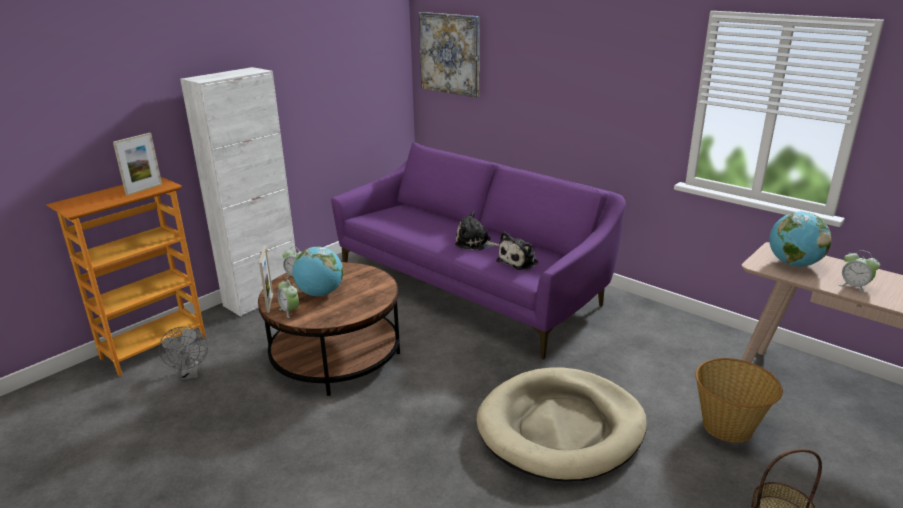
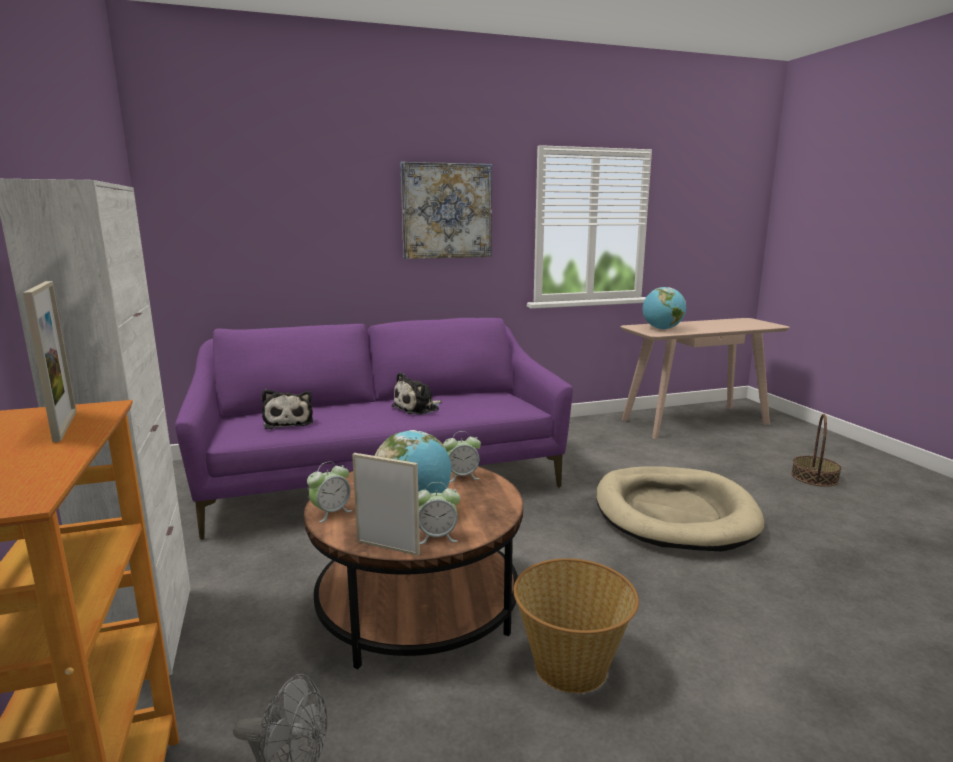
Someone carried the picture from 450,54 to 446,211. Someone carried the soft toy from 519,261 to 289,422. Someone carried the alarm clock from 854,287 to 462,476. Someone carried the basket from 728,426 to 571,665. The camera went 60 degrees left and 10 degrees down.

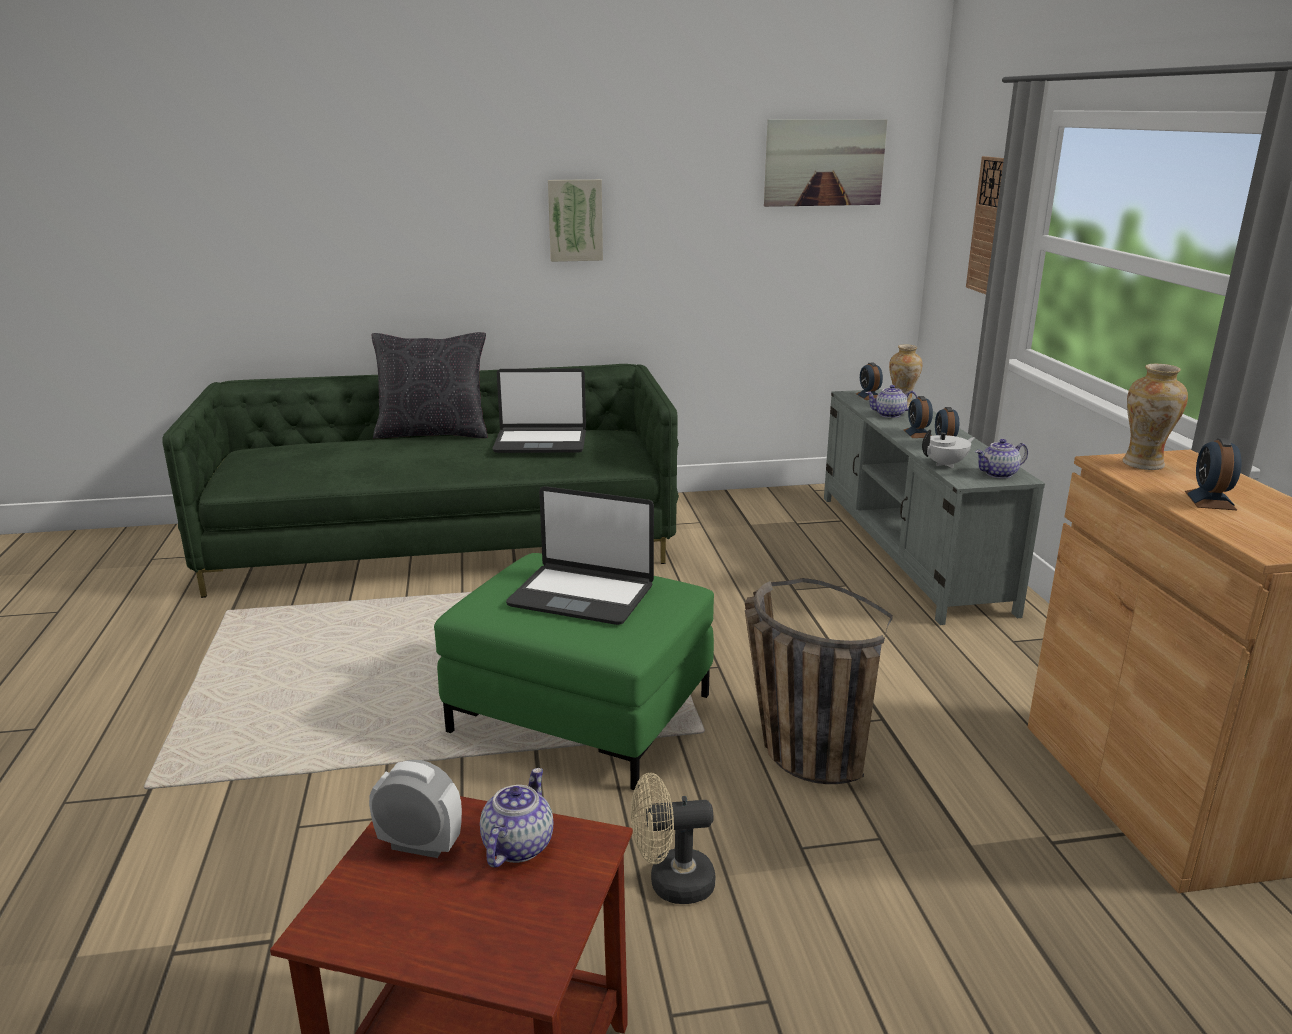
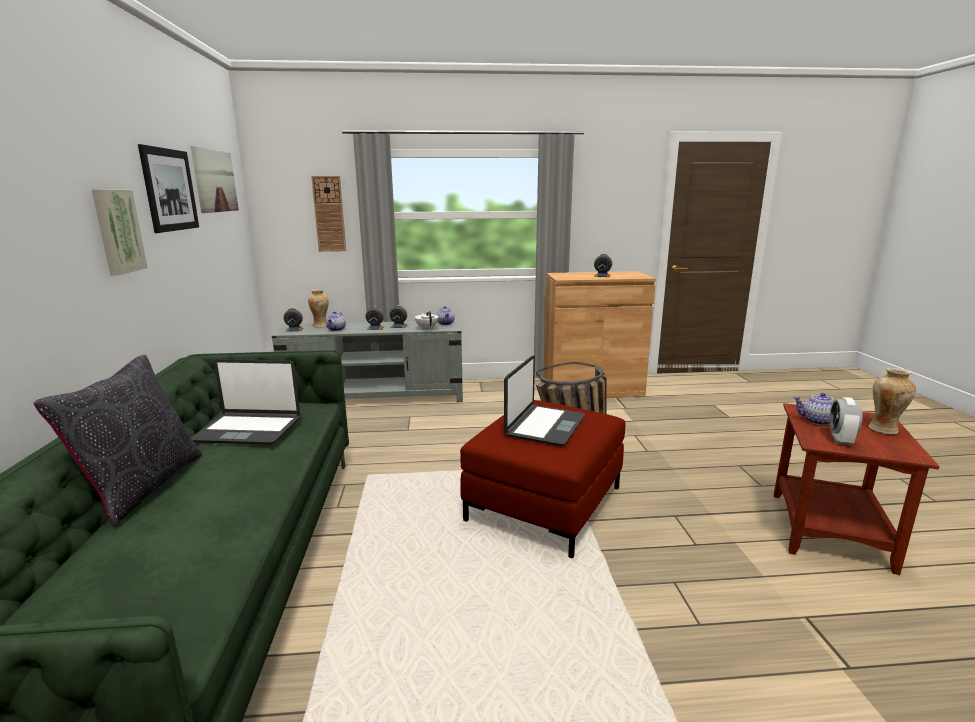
Someone carried the vase from 1143,464 to 884,430. Someone rotated the laptop at 540,442 by 90 degrees clockwise. Someone repainted the greenish ottoman at 583,713, which became the reddish ottoman at 544,503. Someone took away the sand-coloured cooling fan at 671,883. Someone put up the picture at 170,190. The camera went 85 degrees left and 5 degrees down.

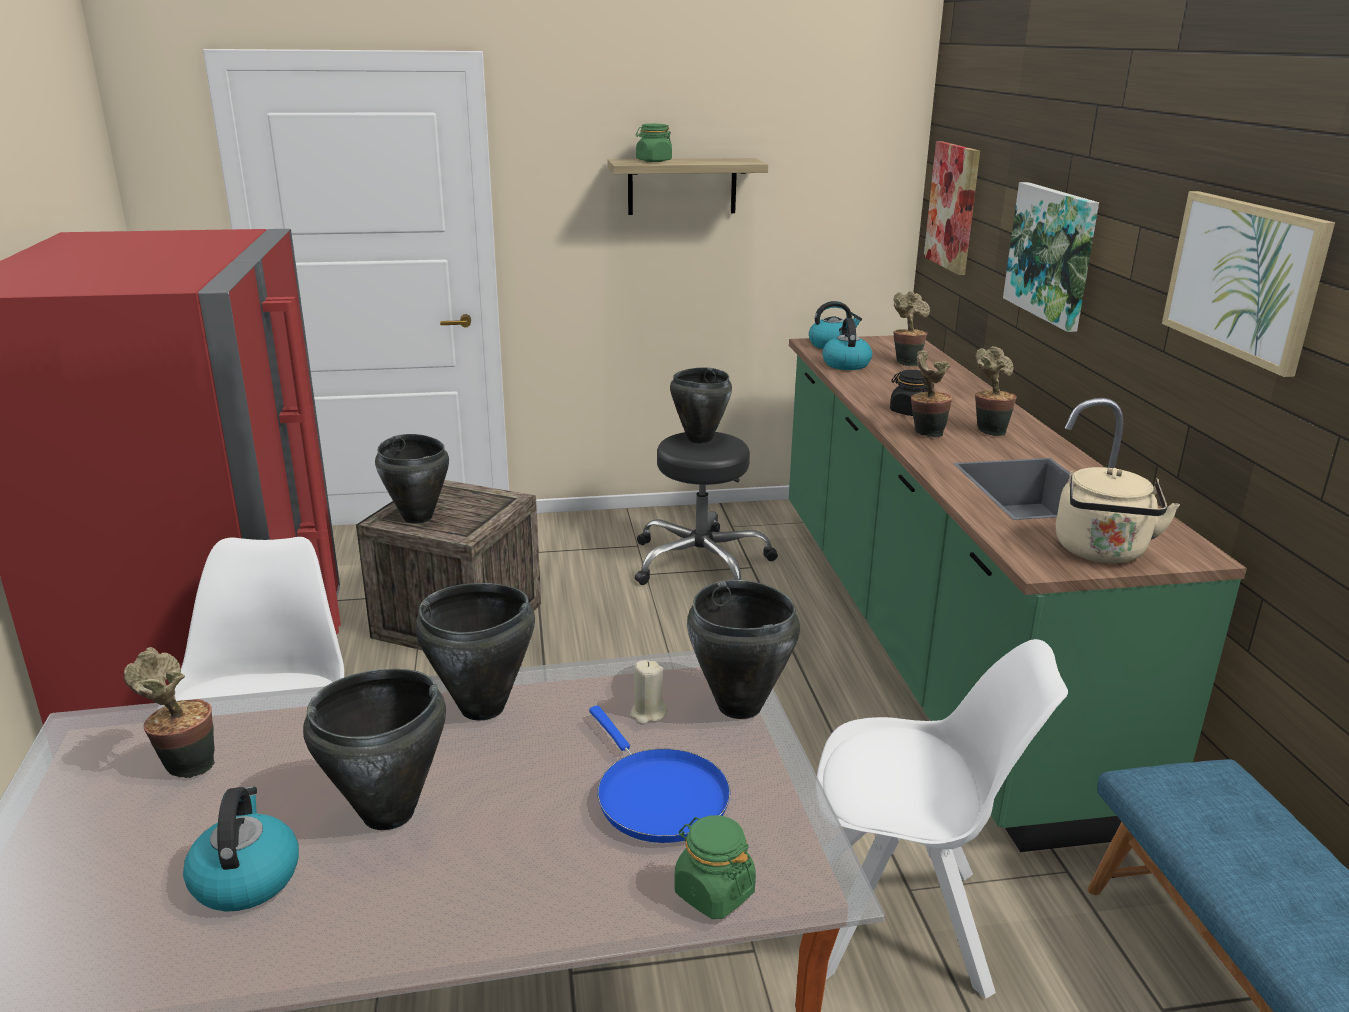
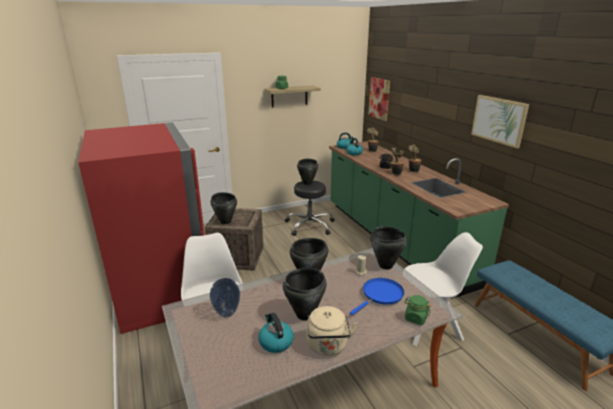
Someone took away the picture at 1052,254. Someone carried the sand-coloured water kettle from 1101,552 to 327,346. Someone swapped the houseplant at 185,766 for the vase at 226,313. Someone rotated the blue frying pan at 657,796 by 90 degrees counterclockwise. The camera went 15 degrees left and 0 degrees up.

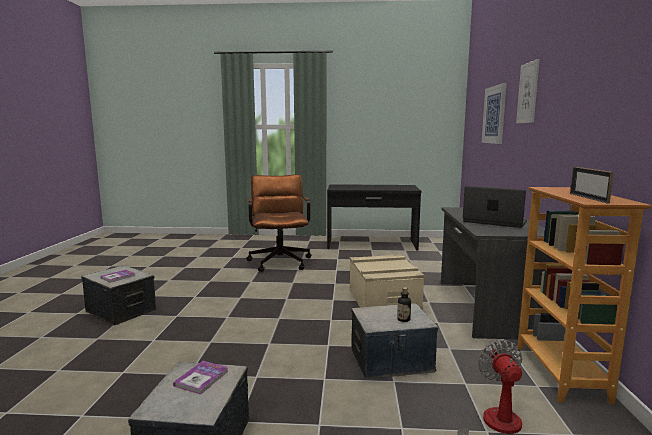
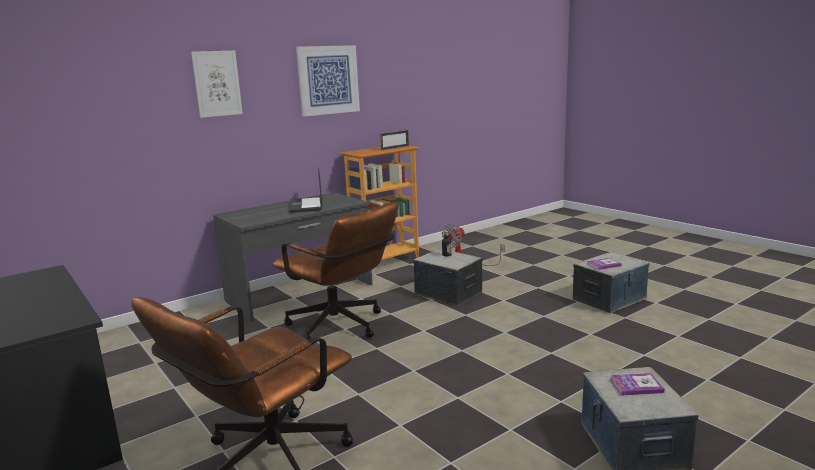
Someone carried the picture from 494,115 to 328,80. Someone swapped the sand-coloured storage box at 383,300 for the brownish office chair at 341,328. The camera went 130 degrees left and 5 degrees up.

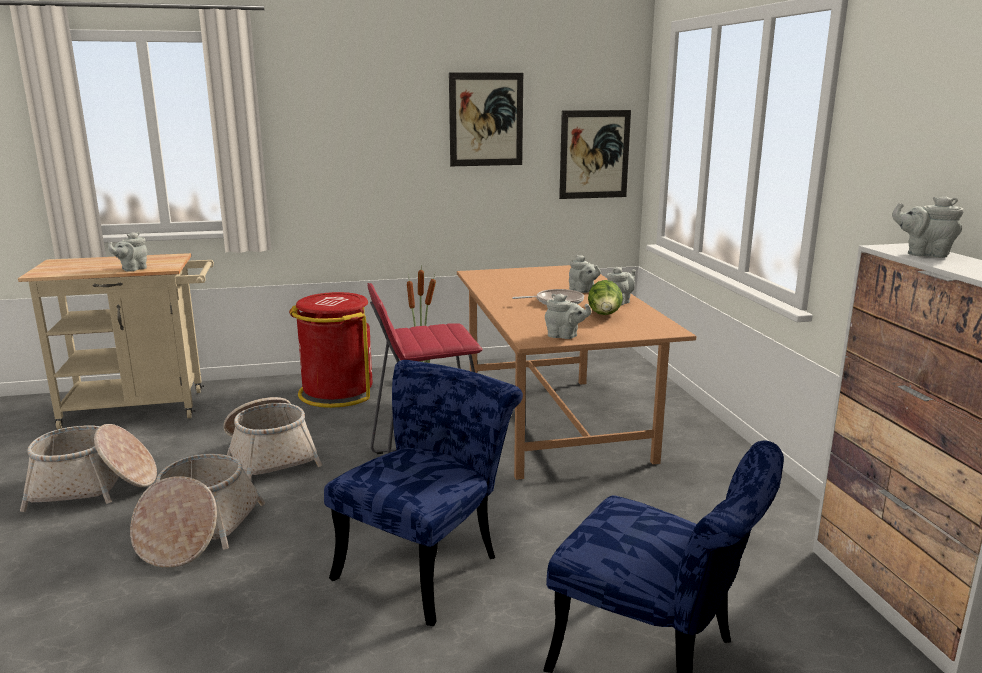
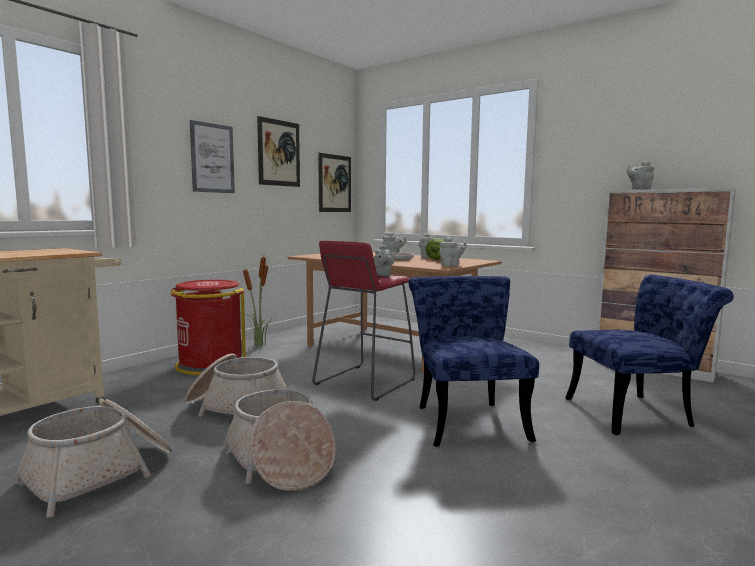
Someone carried the greyish tea pot from 132,269 to 382,275. Someone put up the picture at 212,158. The camera went 40 degrees left and 10 degrees down.

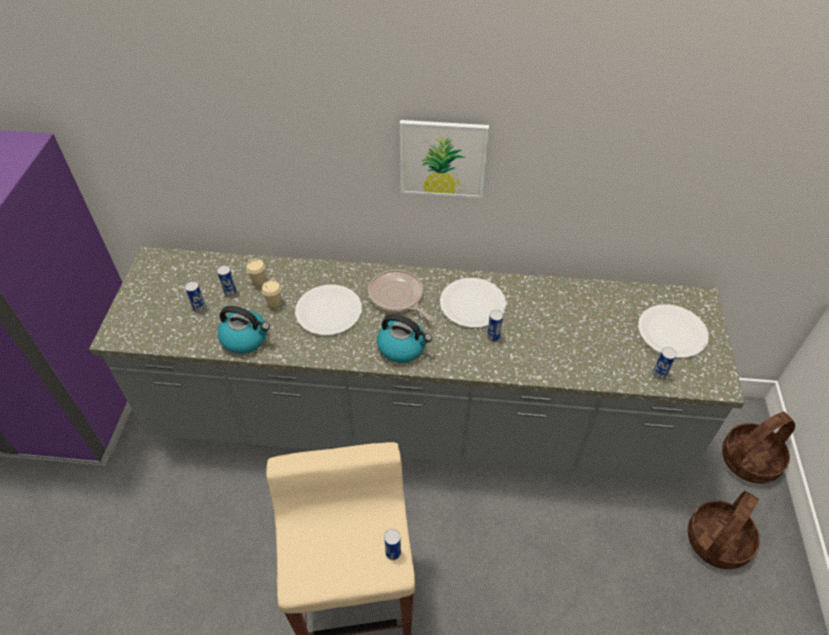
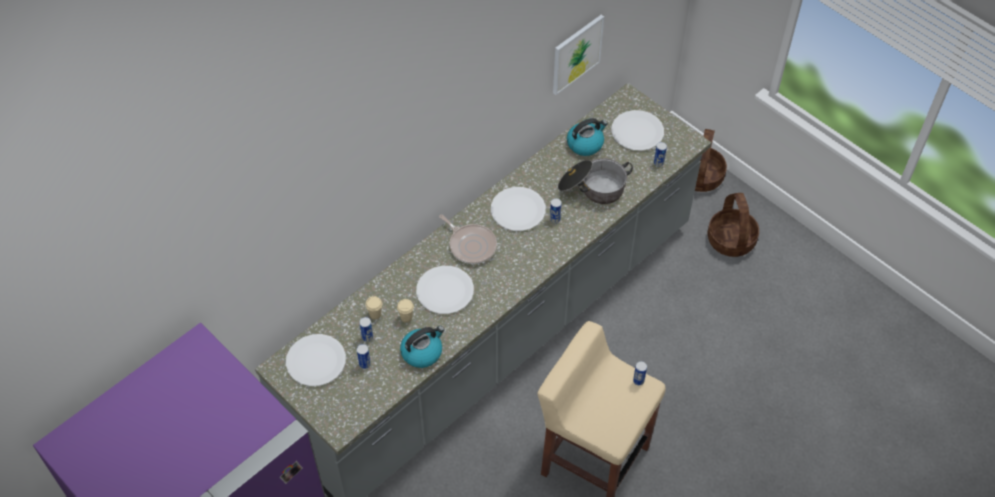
Someone carried the picture from 443,158 to 576,54. Someone rotated the frying pan at 397,297 by 135 degrees counterclockwise. Someone carried the water kettle from 402,347 to 585,144. Someone put down the stockpot at 592,188. Someone put down the white plate at 316,361. The camera went 50 degrees left and 5 degrees up.

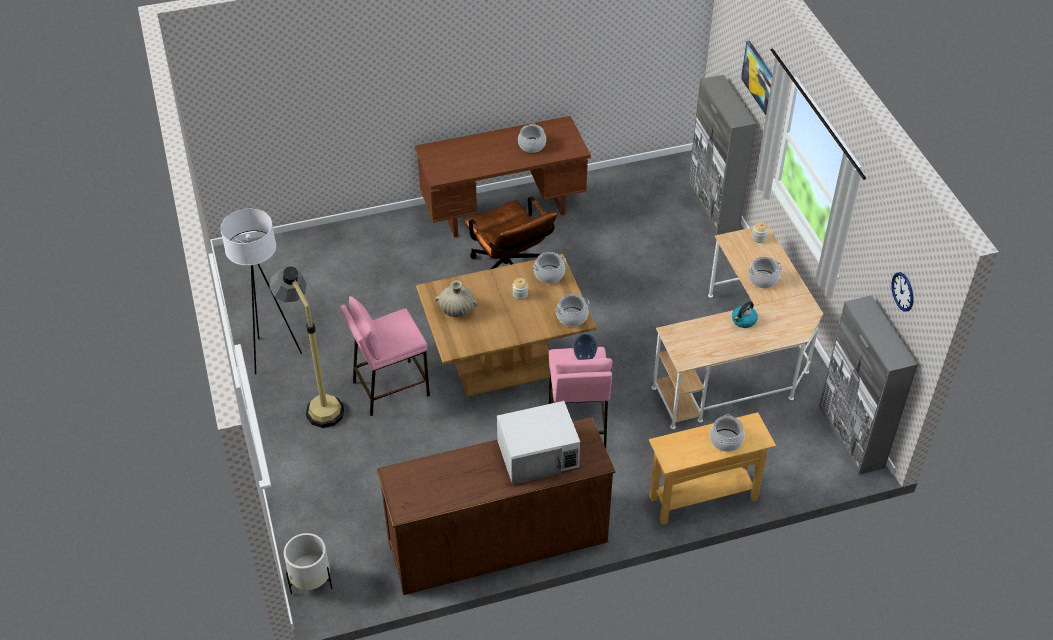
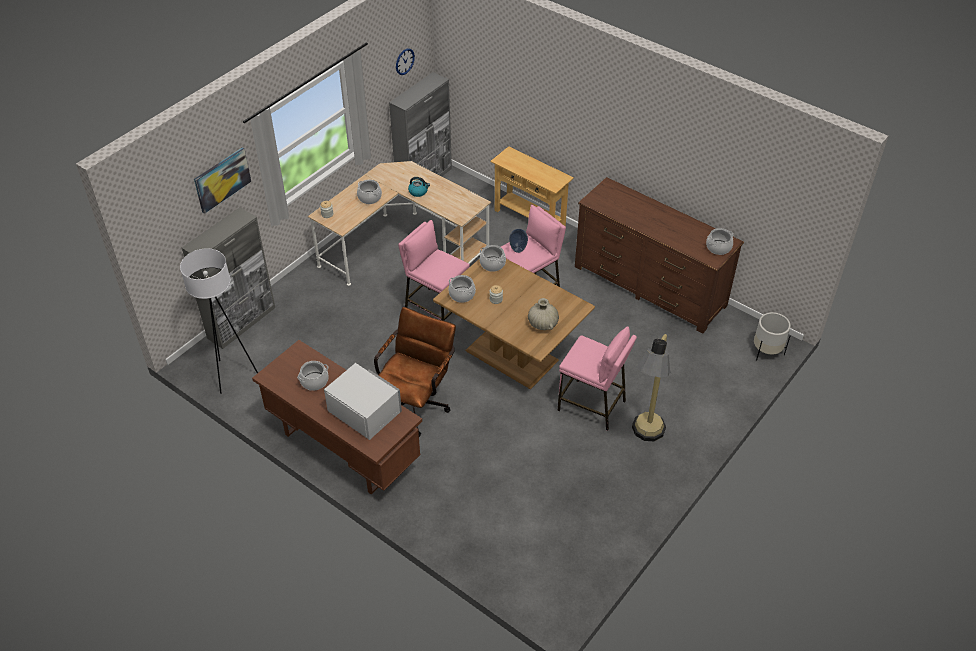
Someone carried the white standard lamp from 272,355 to 232,375. Someone carried the white microwave from 538,454 to 364,410. Someone carried the stockpot from 726,440 to 718,247. Someone put down the pink-coloured stool seat at 436,309. The camera went 125 degrees left and 0 degrees up.

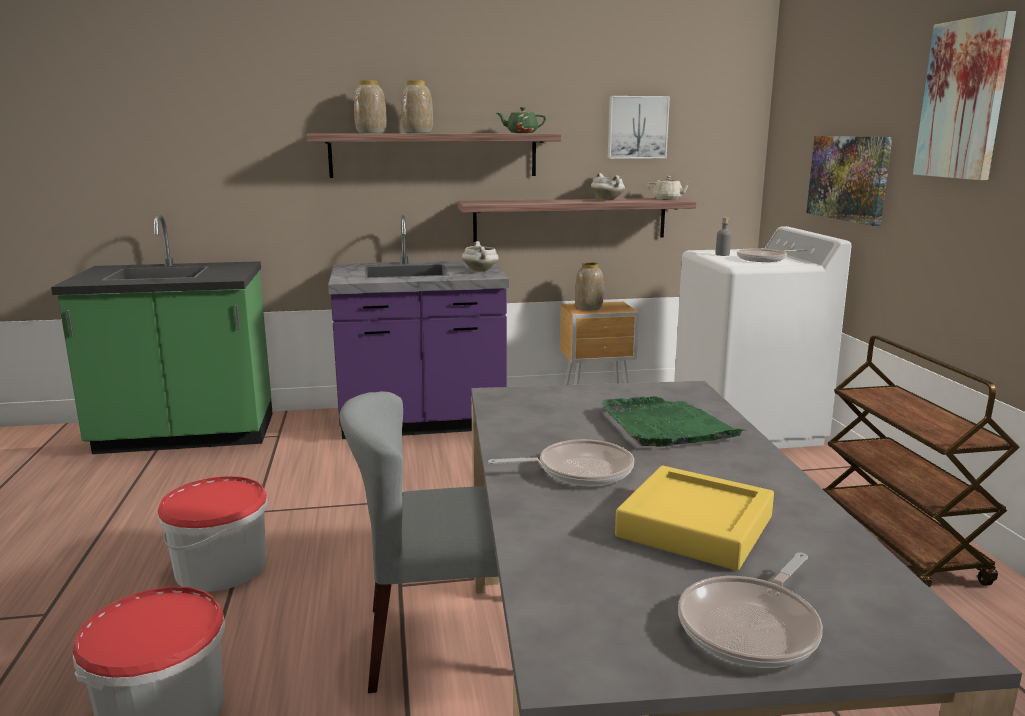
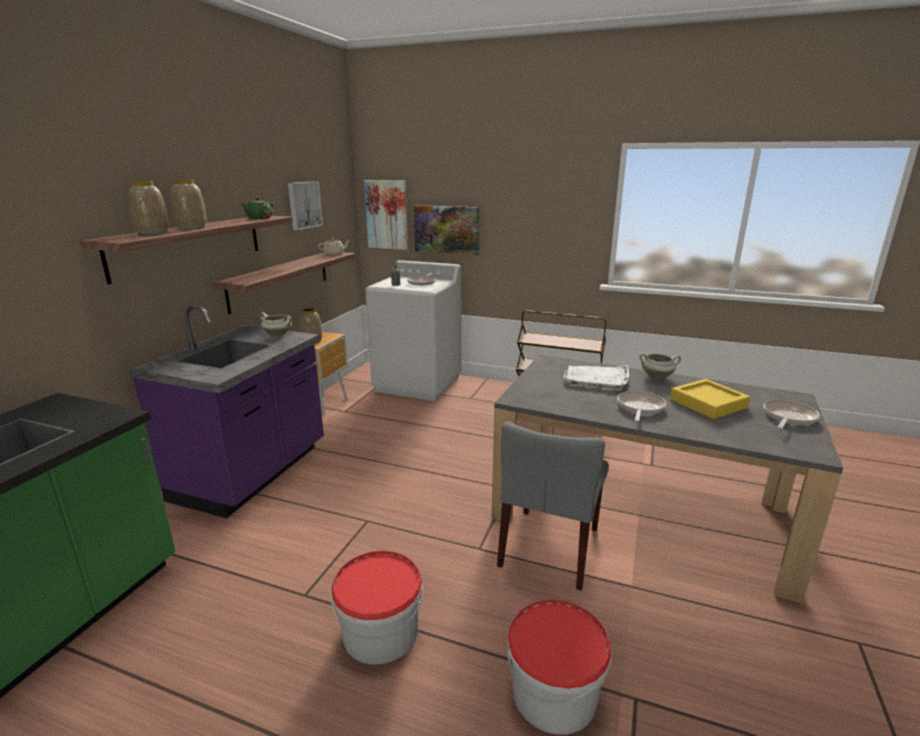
Someone carried the picture from 964,99 to 387,214. Someone carried the white stockpot from 608,200 to 657,377. Someone repainted the greenish carrying tray at 666,426, which became the white carrying tray at 596,378. Someone rotated the frying pan at 752,627 by 120 degrees counterclockwise. The camera went 60 degrees left and 5 degrees up.

